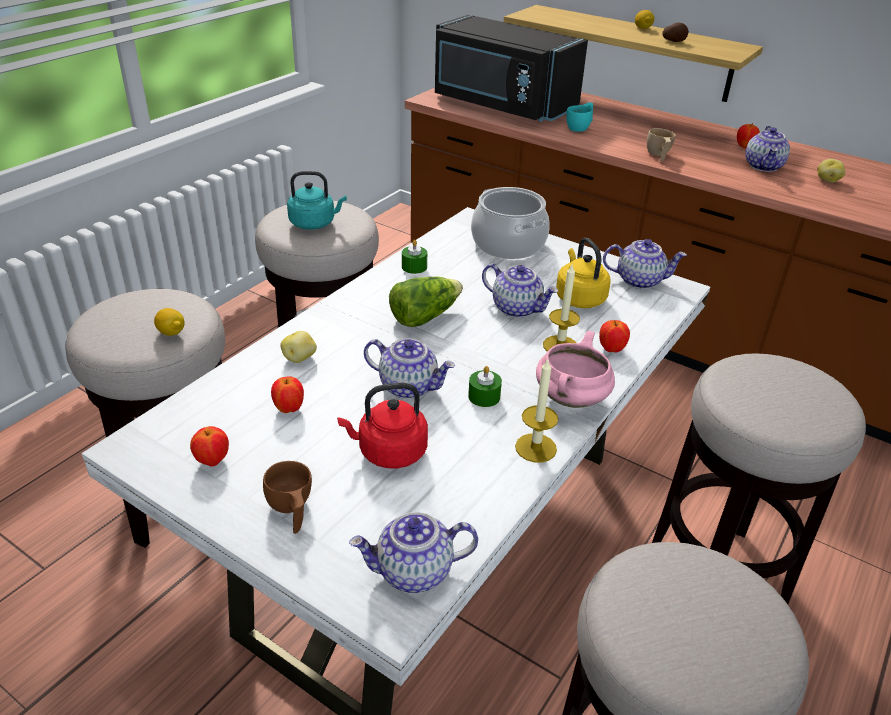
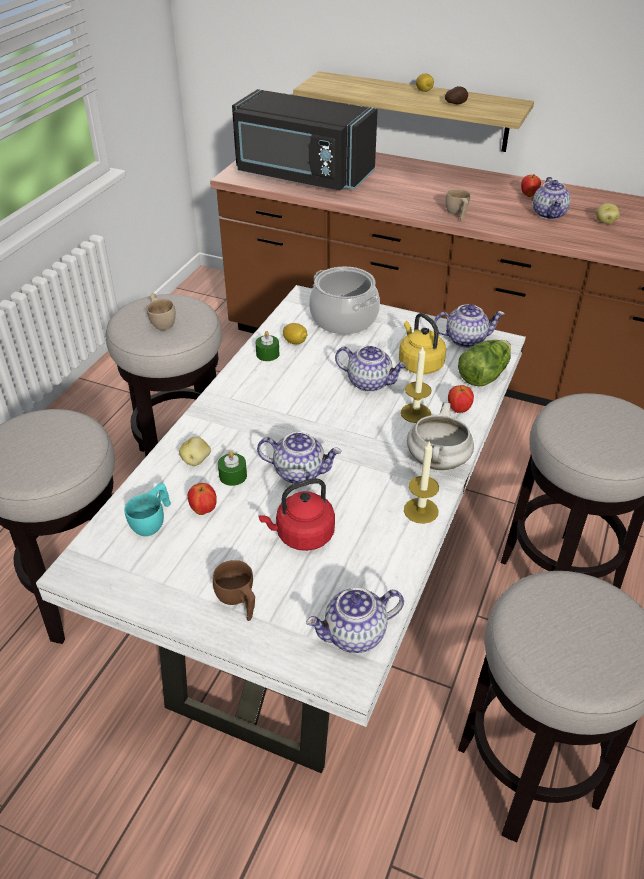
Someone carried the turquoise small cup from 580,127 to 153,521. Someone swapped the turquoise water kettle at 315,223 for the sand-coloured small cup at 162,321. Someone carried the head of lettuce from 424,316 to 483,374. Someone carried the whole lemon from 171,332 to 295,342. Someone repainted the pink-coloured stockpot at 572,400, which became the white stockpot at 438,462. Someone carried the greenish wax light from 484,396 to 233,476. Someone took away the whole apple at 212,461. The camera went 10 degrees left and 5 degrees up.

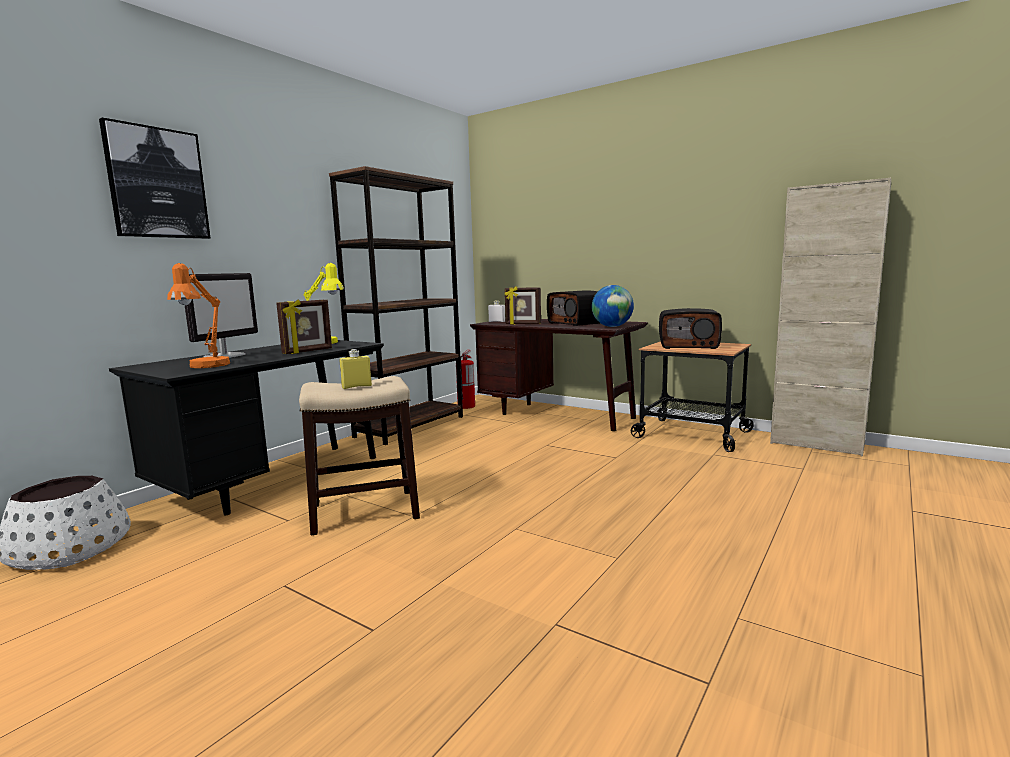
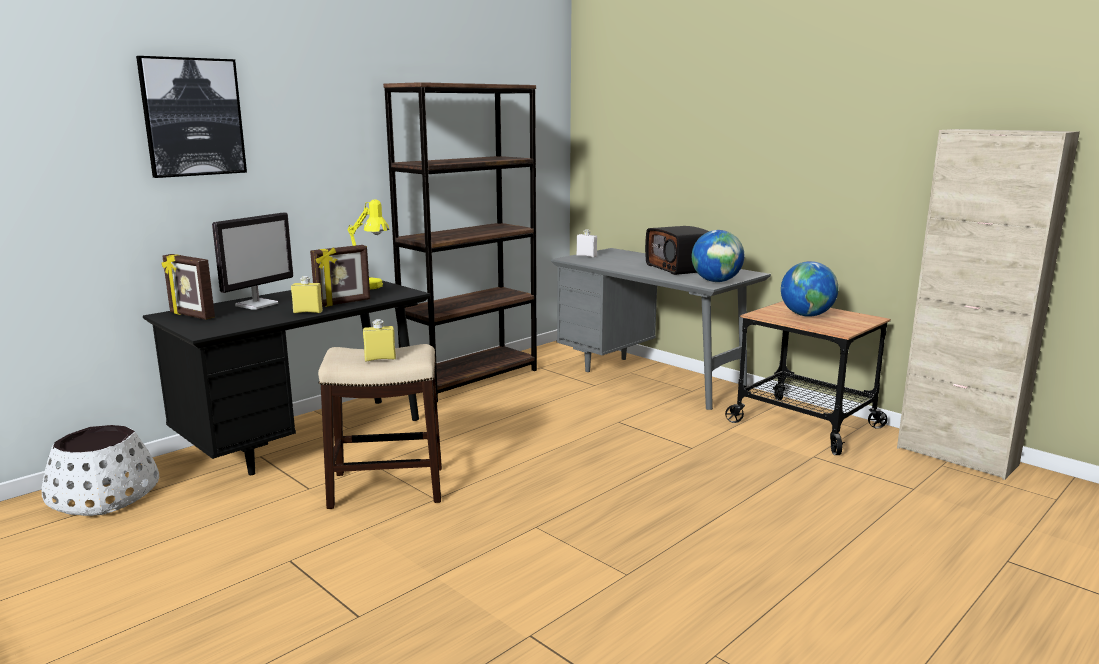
Someone took away the orangey tabletop lamp at 205,366. Someone carried the picture frame from 523,324 to 191,315. Someone swapped the radio receiver at 688,346 for the desk globe at 806,315. Someone repainted the brownish desk unit at 557,415, which became the greyish desk unit at 652,378. Someone took away the fire extinguisher at 466,406. Someone put down the yellow-coloured beverage bottle at 308,312. The camera went 10 degrees right and 5 degrees up.

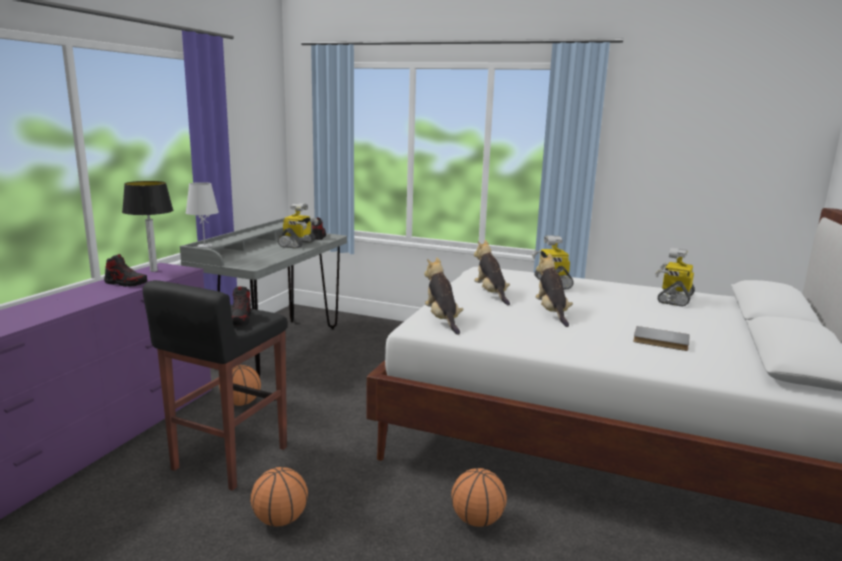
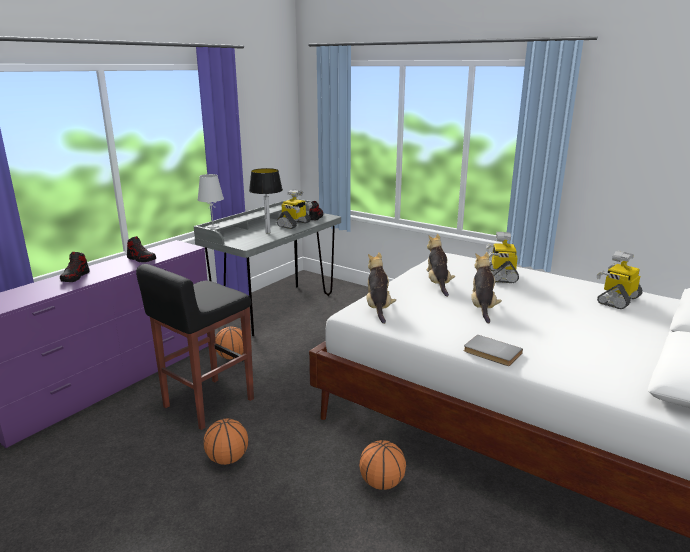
Someone carried the tabletop lamp from 154,271 to 268,232. Someone carried the low shoe from 240,319 to 75,277. Someone carried the greyish book from 660,341 to 491,353. The camera went 15 degrees right and 5 degrees up.

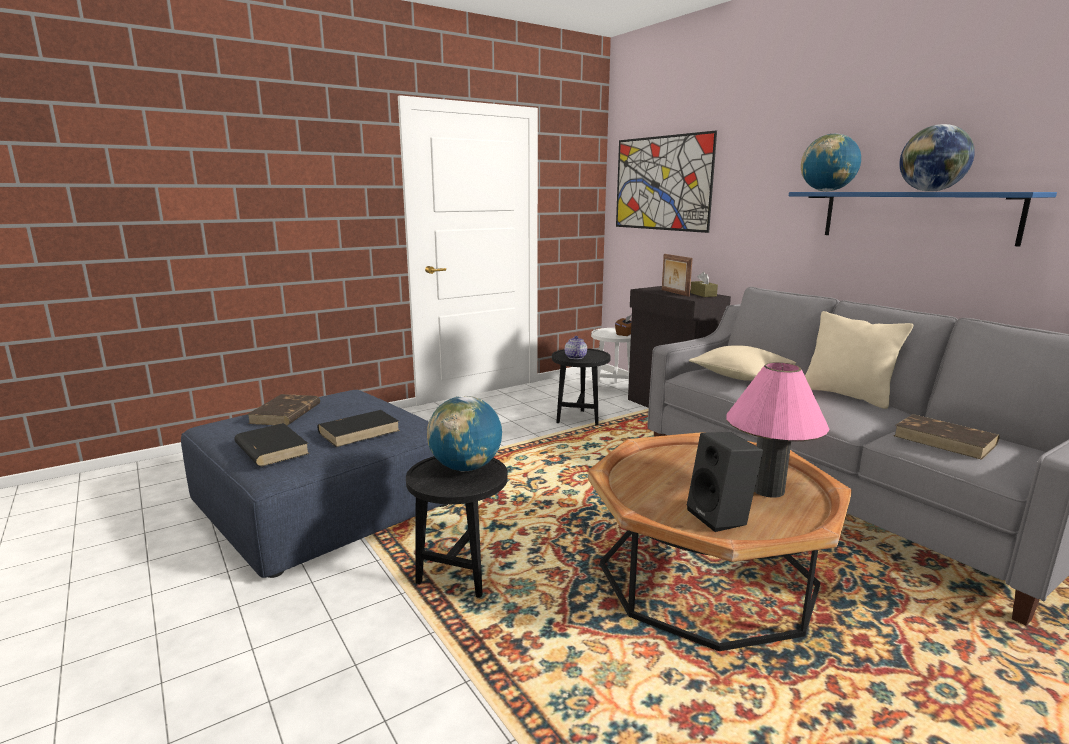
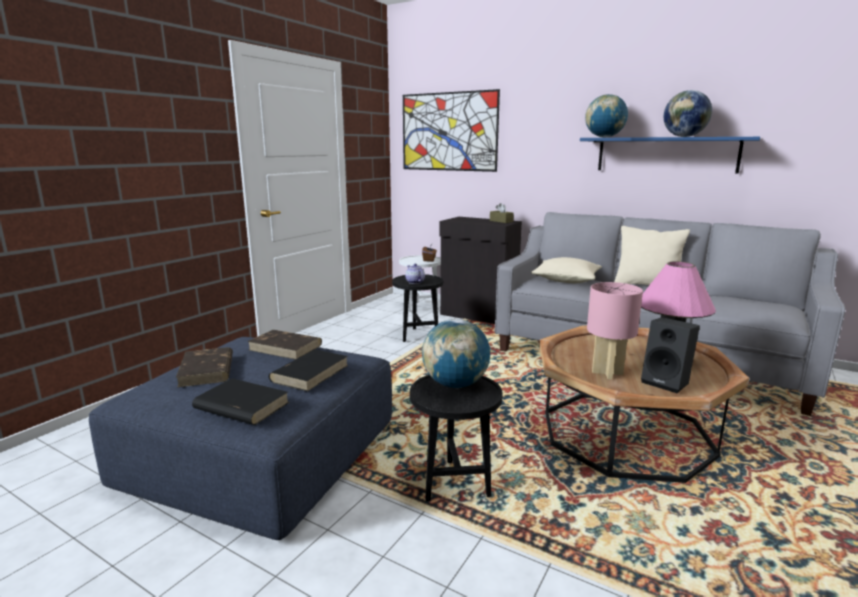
Someone took away the picture frame at 674,293. Someone carried the brownish book from 945,440 to 286,347. Someone put down the pink-coloured tabletop lamp at 606,373. The camera went 25 degrees left and 0 degrees up.

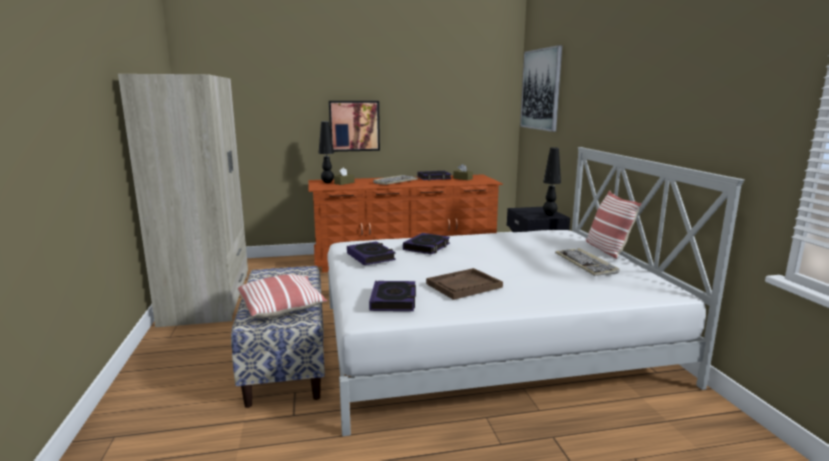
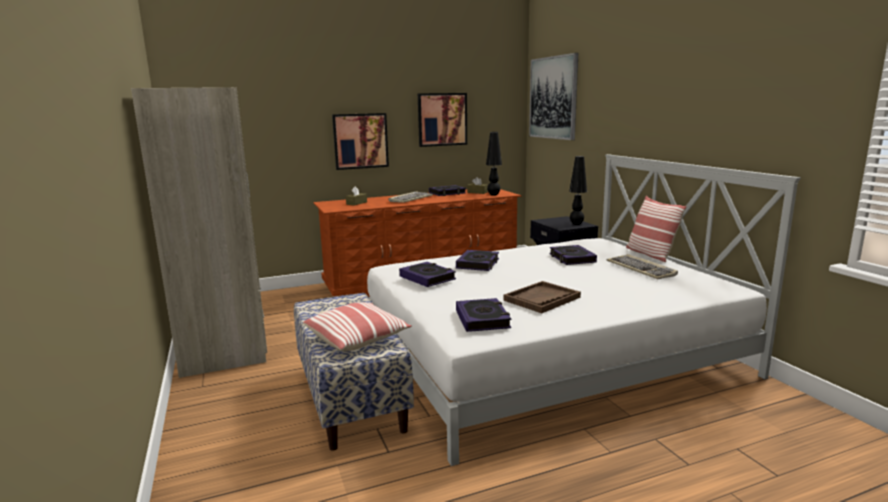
Someone carried the black tabletop lamp from 327,182 to 493,195. Someone put up the picture at 442,119. Someone put down the book at 572,258. The camera went 10 degrees left and 0 degrees up.

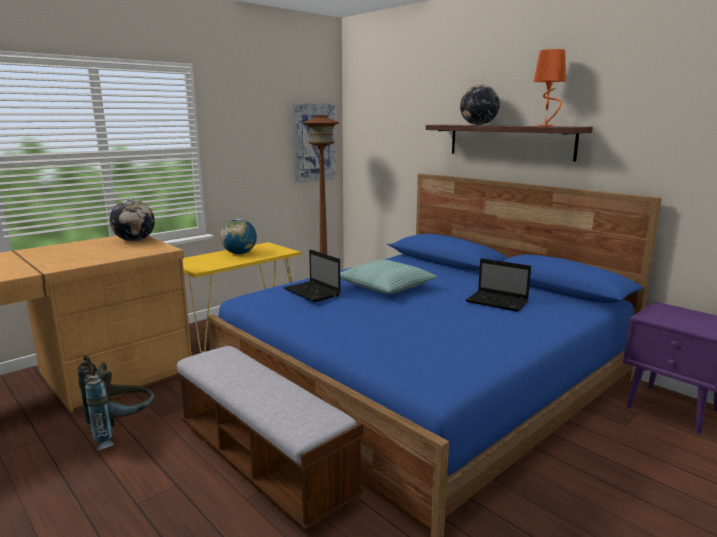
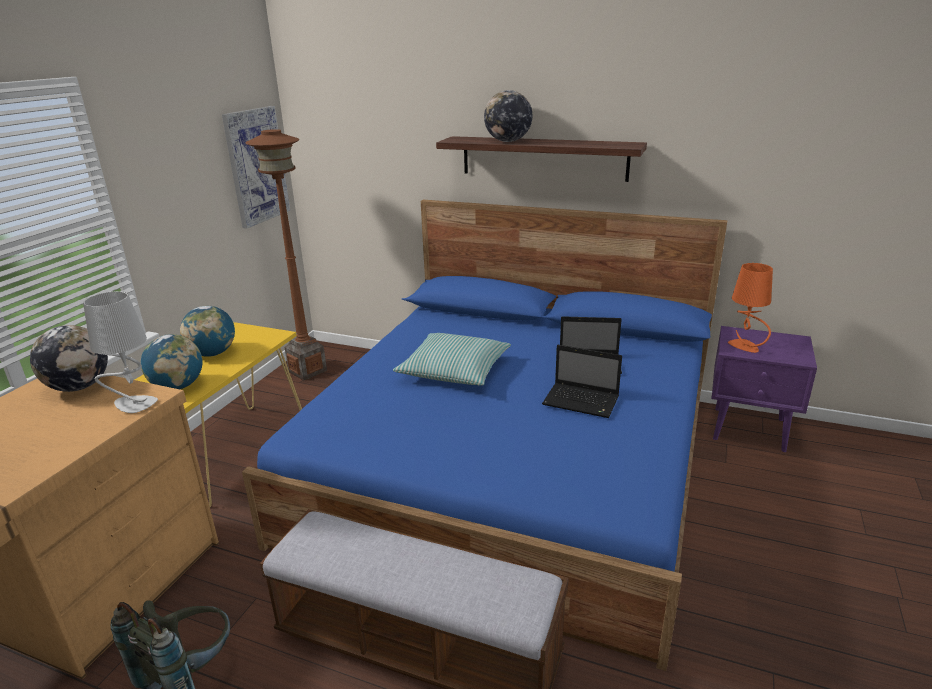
Someone carried the orangey tabletop lamp from 546,126 to 744,346. Someone carried the laptop from 313,292 to 582,401. Someone put down the greyish tabletop lamp at 134,405. Someone put down the desk globe at 178,386. The camera went 25 degrees left and 10 degrees up.

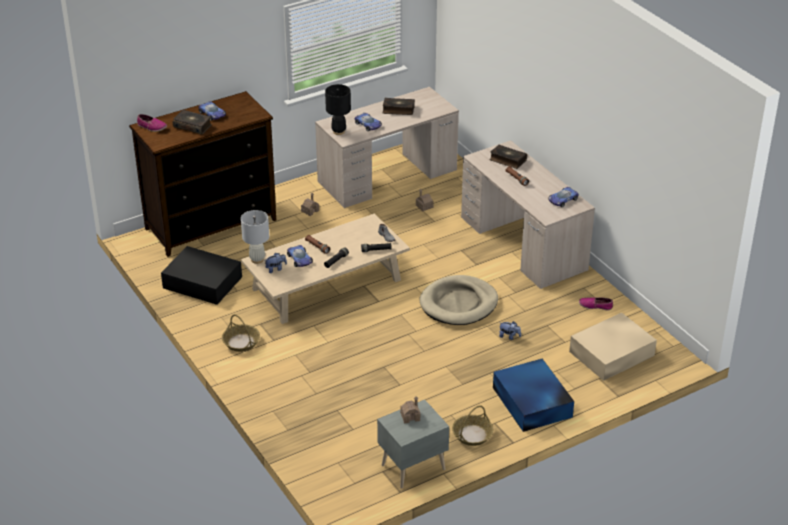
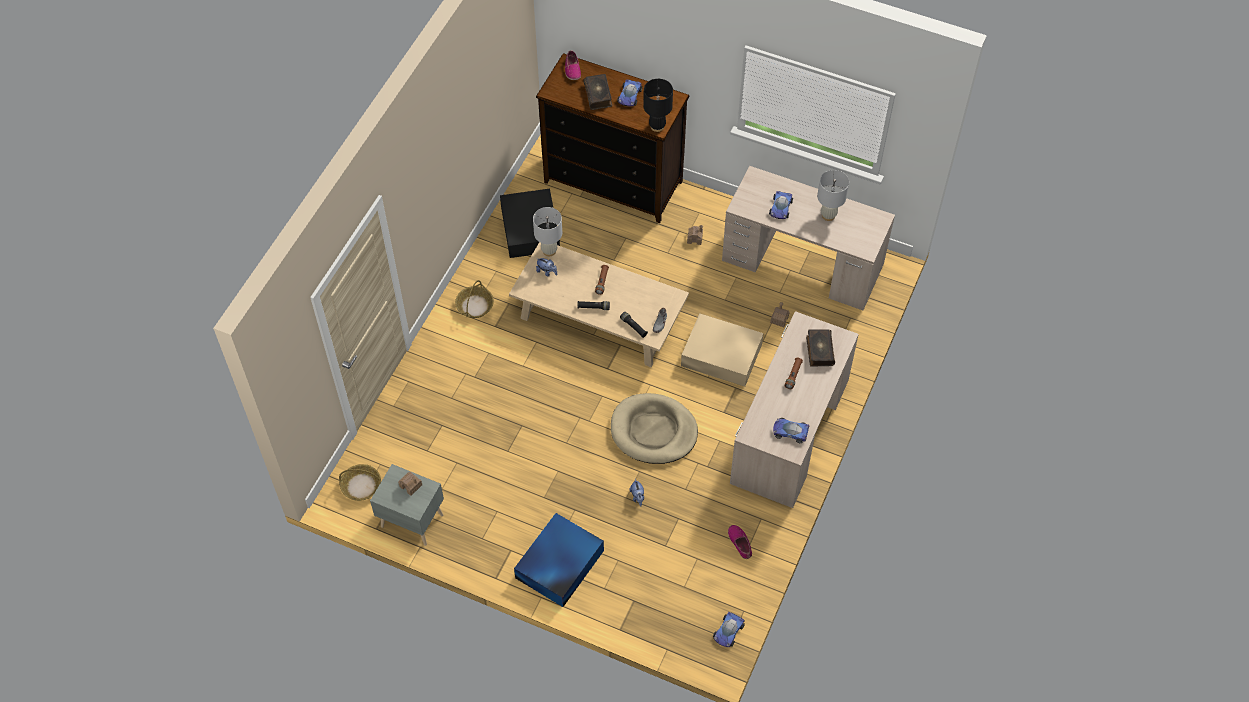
Someone carried the black tabletop lamp from 338,132 to 657,126. Someone swapped the book at 398,110 for the white tabletop lamp at 828,215. Someone carried the toy car from 300,259 to 728,632. Someone carried the sand-coloured storage box from 612,353 to 722,356. Someone carried the basket from 472,435 to 361,486. The camera went 55 degrees right and 20 degrees up.

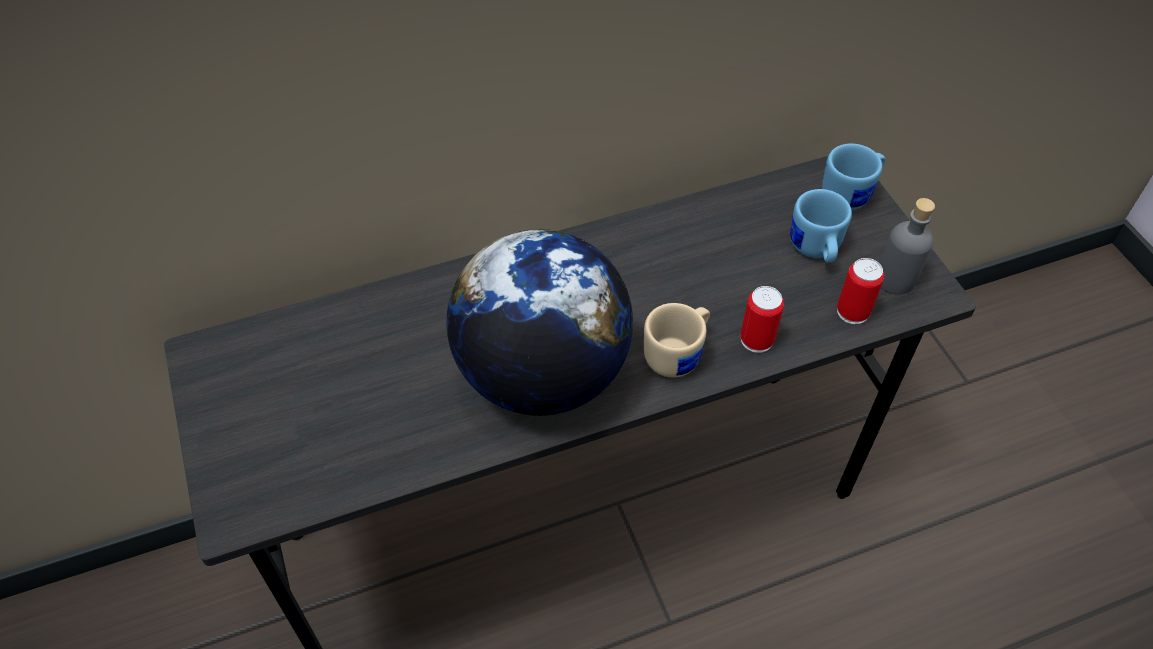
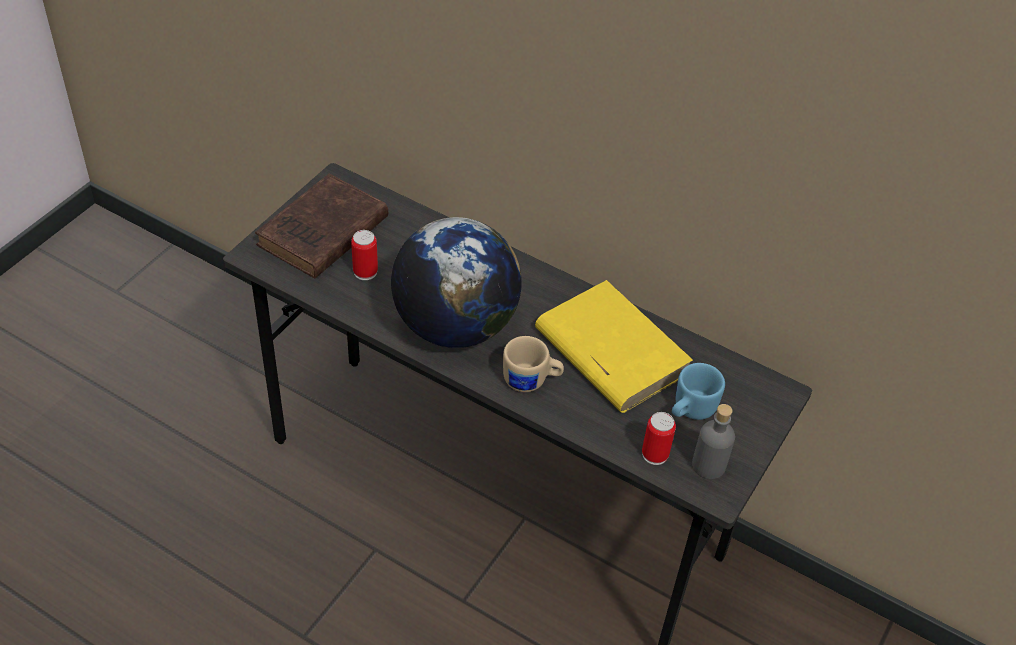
Someone took away the blue coffee mug at 851,193. Someone carried the can from 756,339 to 365,272. Someone put down the brownish book at 321,234. Someone put down the yellow-coloured book at 610,351. The camera went 50 degrees right and 5 degrees down.

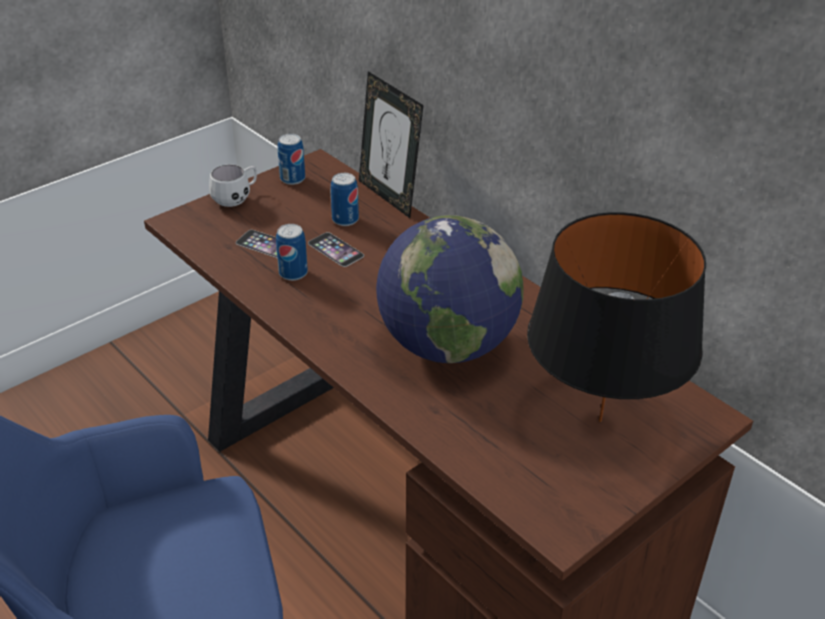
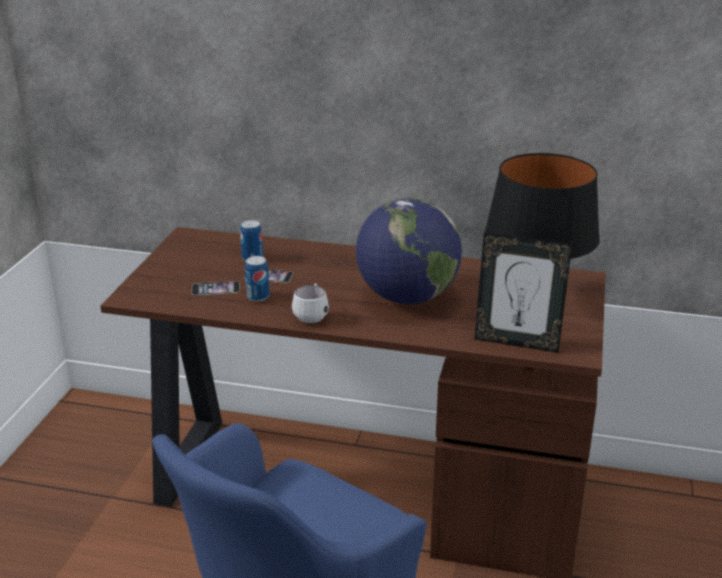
Someone carried the picture frame from 389,196 to 517,342. Someone took away the can at 292,179. Someone carried the white coffee mug from 237,198 to 312,315. The camera went 35 degrees left and 10 degrees down.

